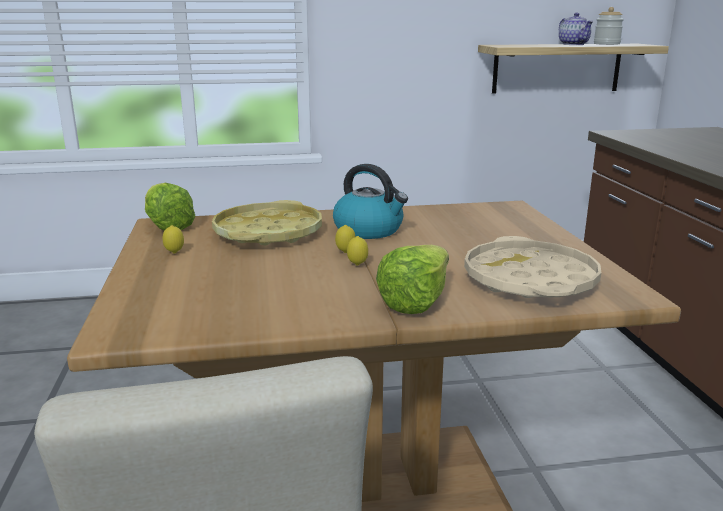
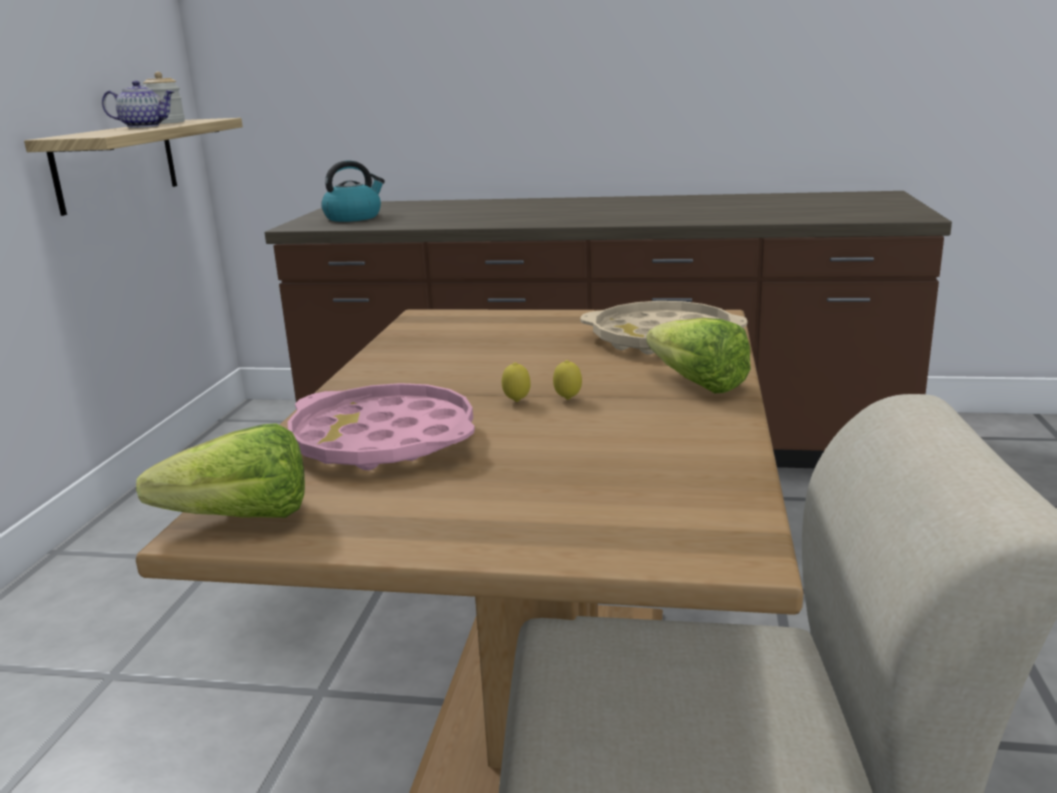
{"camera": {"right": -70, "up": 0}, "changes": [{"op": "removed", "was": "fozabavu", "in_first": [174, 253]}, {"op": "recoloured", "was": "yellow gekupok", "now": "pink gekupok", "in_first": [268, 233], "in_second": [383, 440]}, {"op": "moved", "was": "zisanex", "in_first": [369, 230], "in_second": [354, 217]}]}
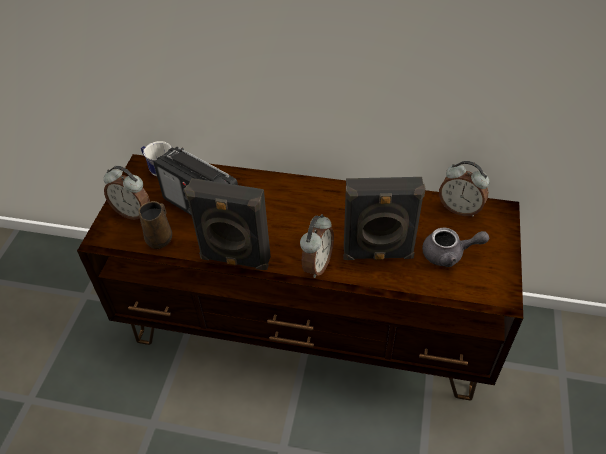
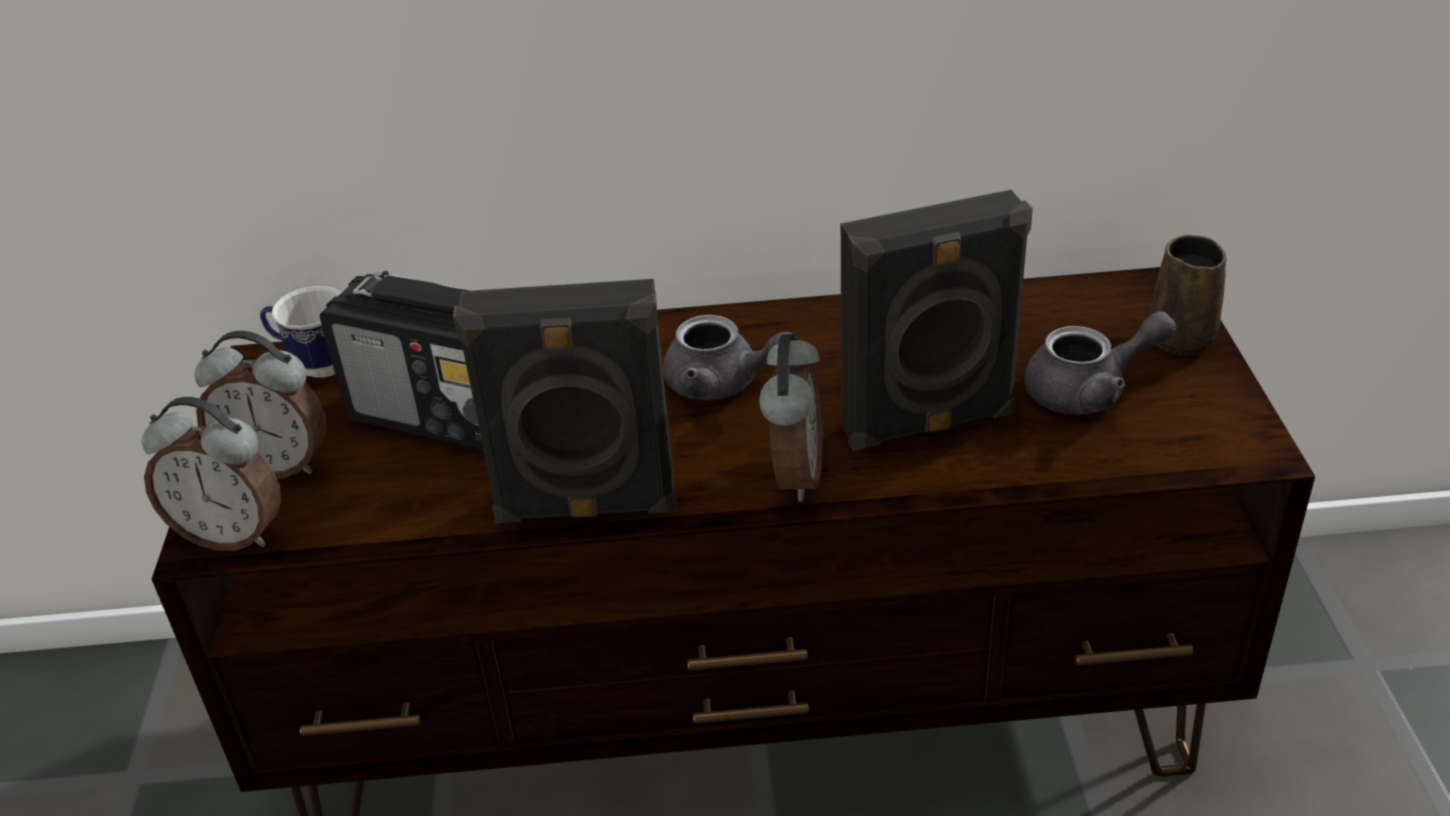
{"camera": {"right": -15, "up": -10}, "changes": [{"op": "moved", "was": "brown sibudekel", "in_first": [160, 238], "in_second": [1179, 336]}, {"op": "moved", "was": "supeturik", "in_first": [460, 208], "in_second": [232, 534]}, {"op": "added", "now": "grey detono", "in_second": [724, 384]}]}
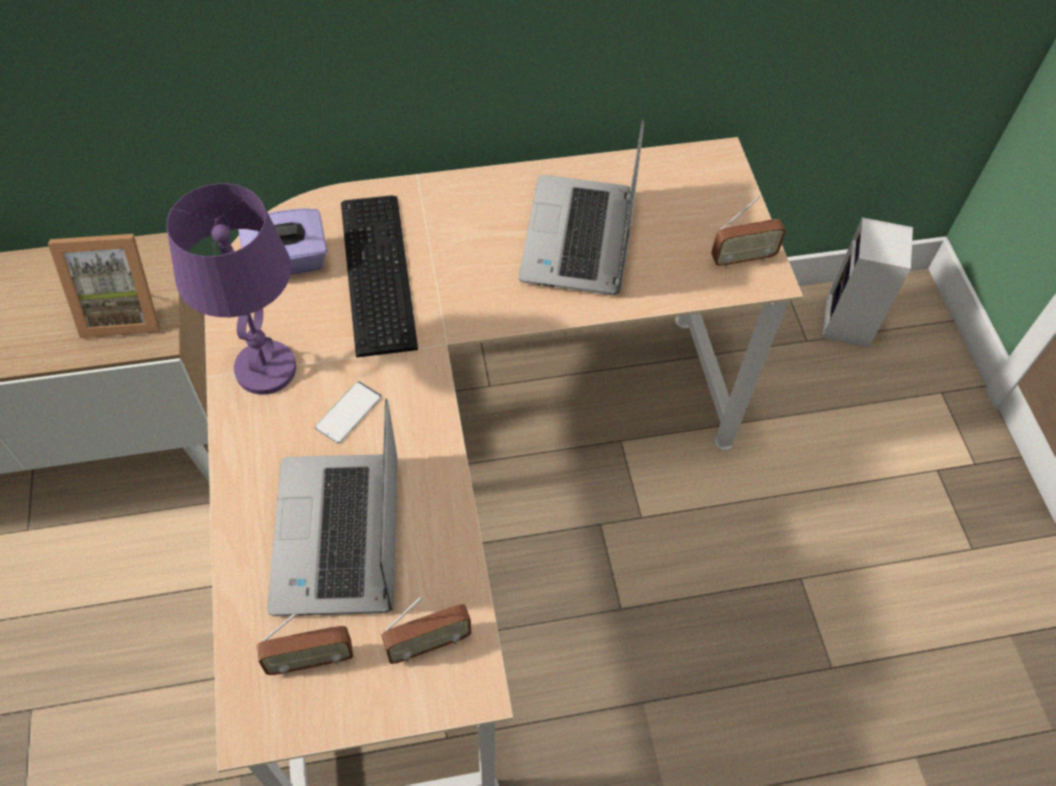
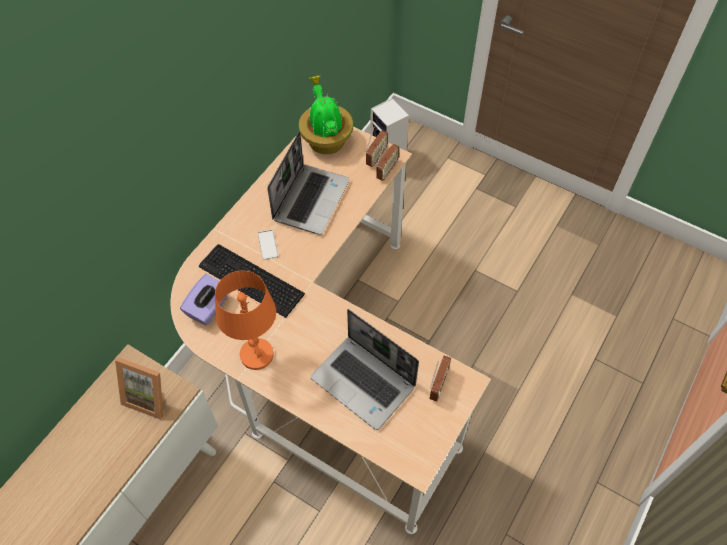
{"camera": {"right": -45, "up": 0}, "changes": [{"op": "turned", "was": "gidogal", "in_first": [122, 310], "in_second": [150, 396], "clockwise": 75}, {"op": "recoloured", "was": "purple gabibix", "now": "orange gabibix", "in_first": [265, 368], "in_second": [256, 354]}, {"op": "moved", "was": "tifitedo", "in_first": [310, 660], "in_second": [387, 170]}, {"op": "moved", "was": "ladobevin", "in_first": [348, 412], "in_second": [268, 245]}, {"op": "turned", "was": "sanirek", "in_first": [580, 239], "in_second": [310, 199], "clockwise": -120}, {"op": "added", "now": "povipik", "in_second": [326, 140]}]}
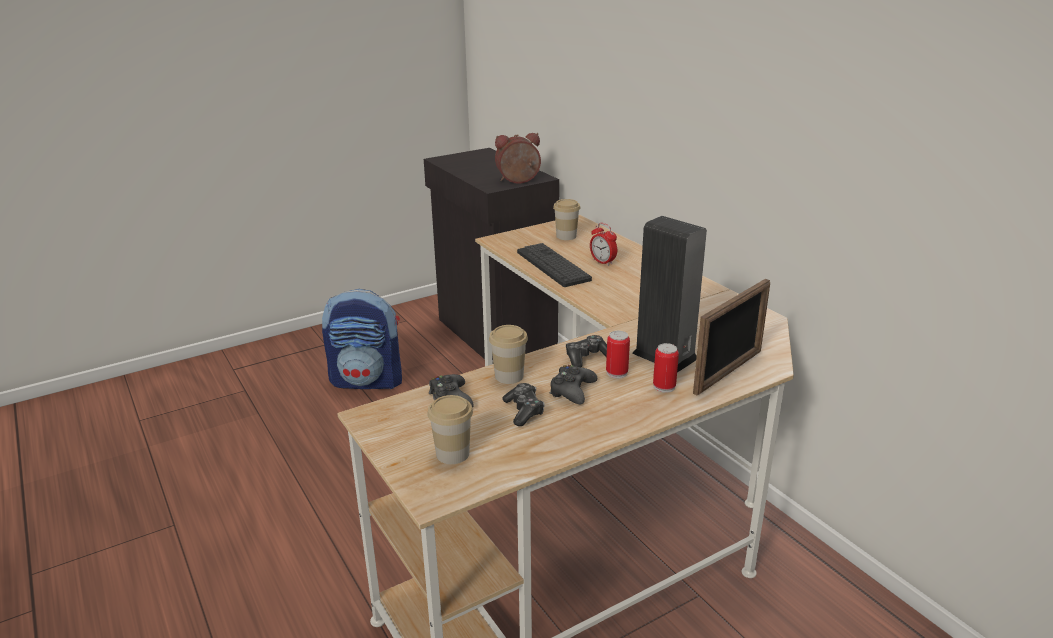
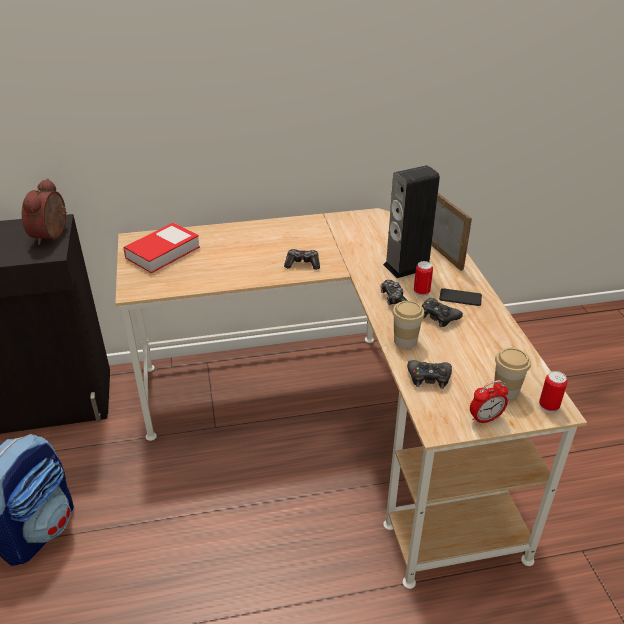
{"camera": {"right": -70, "up": 10}, "changes": [{"op": "moved", "was": "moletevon", "in_first": [524, 411], "in_second": [302, 264]}, {"op": "removed", "was": "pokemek", "in_first": [553, 266]}, {"op": "replaced", "was": "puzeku", "now": "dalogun", "in_first": [566, 236], "in_second": [163, 252]}, {"op": "moved", "was": "supeturik", "in_first": [603, 262], "in_second": [485, 419]}, {"op": "moved", "was": "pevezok", "in_first": [664, 386], "in_second": [548, 406]}, {"op": "added", "now": "ladobevin", "in_second": [460, 297]}]}
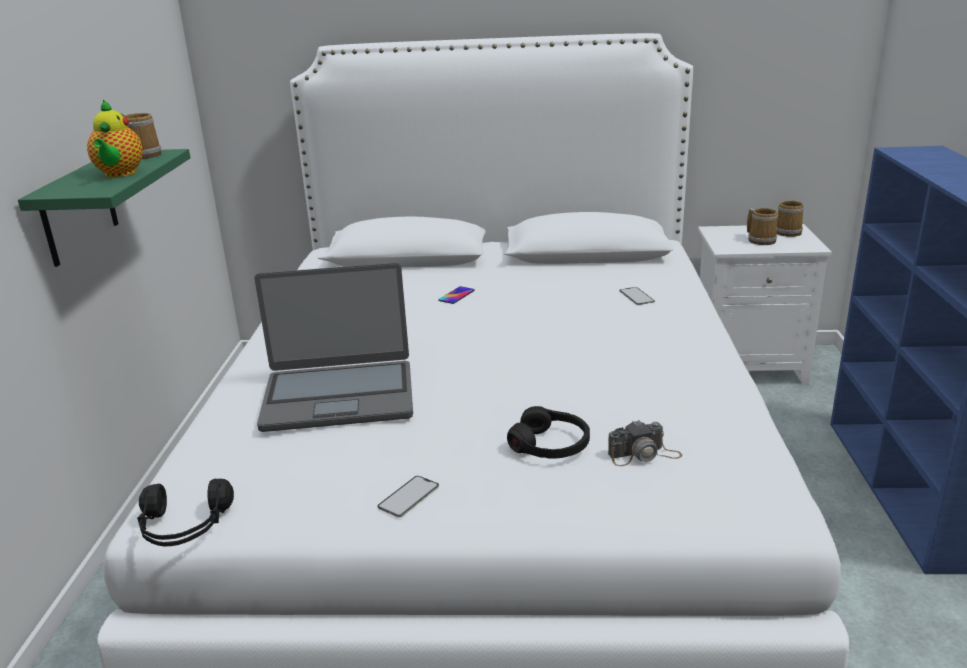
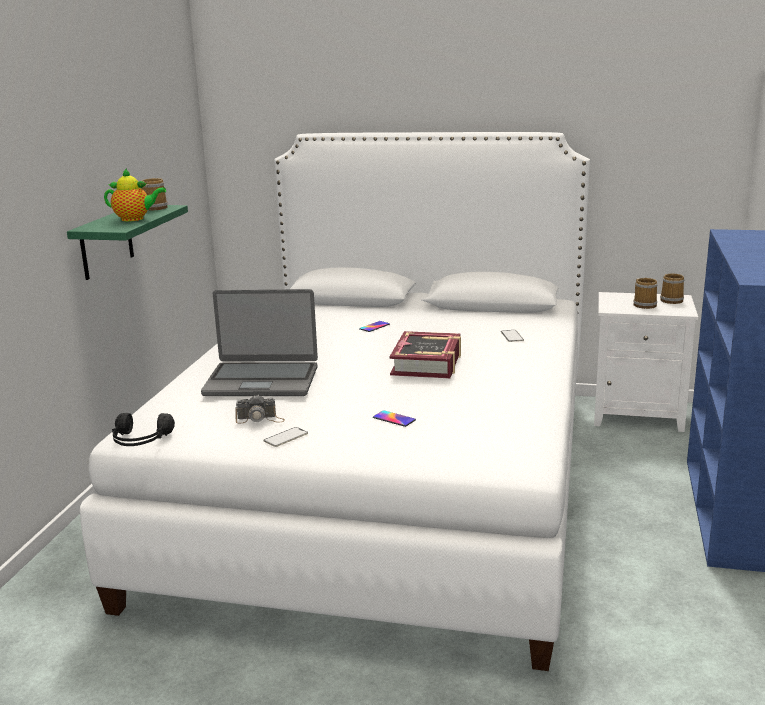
{"camera": {"right": 10, "up": -5}, "changes": [{"op": "turned", "was": "detono", "in_first": [119, 174], "in_second": [135, 219], "clockwise": -90}, {"op": "replaced", "was": "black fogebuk", "now": "ladobevin", "in_first": [550, 445], "in_second": [394, 419]}, {"op": "moved", "was": "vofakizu", "in_first": [644, 455], "in_second": [260, 419]}, {"op": "added", "now": "dalogun", "in_second": [427, 363]}]}
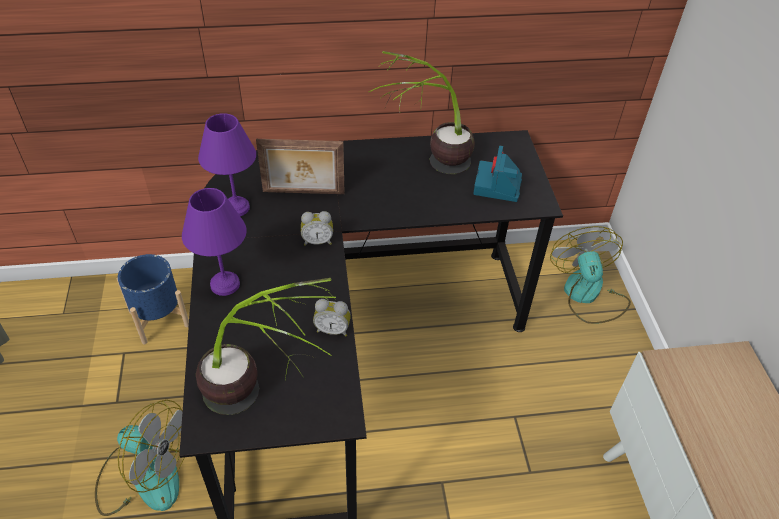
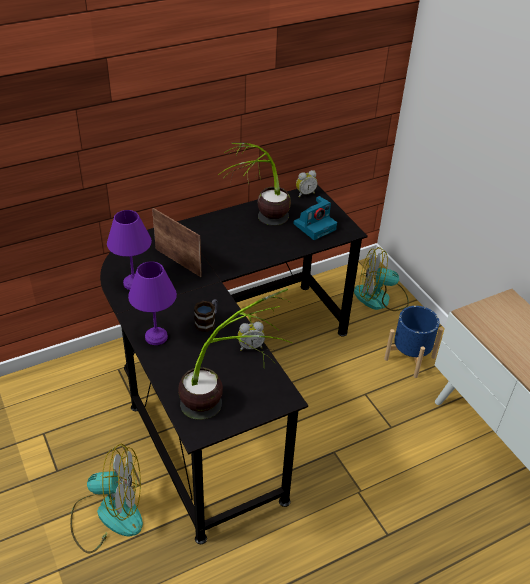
{"camera": {"right": -20, "up": -5}, "changes": [{"op": "moved", "was": "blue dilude", "in_first": [159, 318], "in_second": [410, 358]}, {"op": "turned", "was": "gidogal", "in_first": [303, 193], "in_second": [179, 262], "clockwise": -120}, {"op": "moved", "was": "supeturik", "in_first": [317, 241], "in_second": [305, 193]}, {"op": "turned", "was": "vofakizu", "in_first": [497, 186], "in_second": [315, 226], "clockwise": -120}, {"op": "turned", "was": "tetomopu", "in_first": [587, 295], "in_second": [380, 298], "clockwise": -60}, {"op": "added", "now": "sibudekel", "in_second": [207, 322]}]}
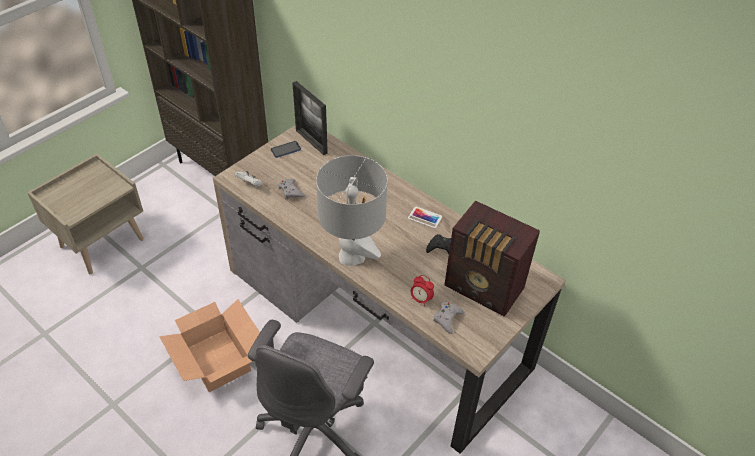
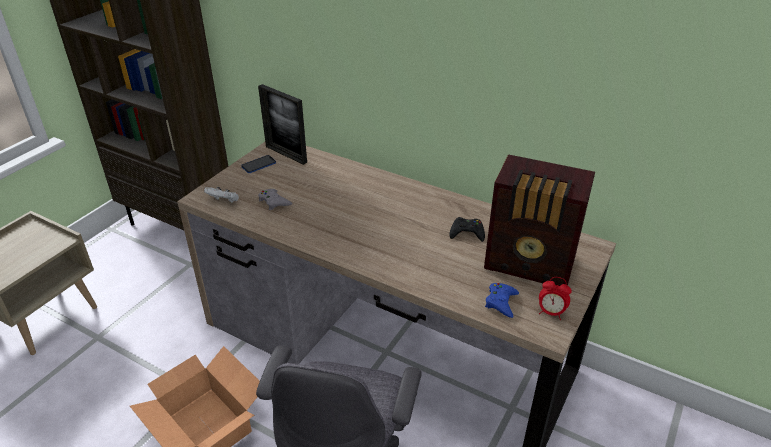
{"camera": {"right": -10, "up": -10}, "changes": [{"op": "removed", "was": "grey gabibix", "in_first": [352, 256]}, {"op": "removed", "was": "ladobevin", "in_first": [425, 217]}, {"op": "moved", "was": "supeturik", "in_first": [420, 300], "in_second": [551, 313]}, {"op": "recoloured", "was": "grey moletevon", "now": "blue moletevon", "in_first": [447, 318], "in_second": [501, 302]}]}
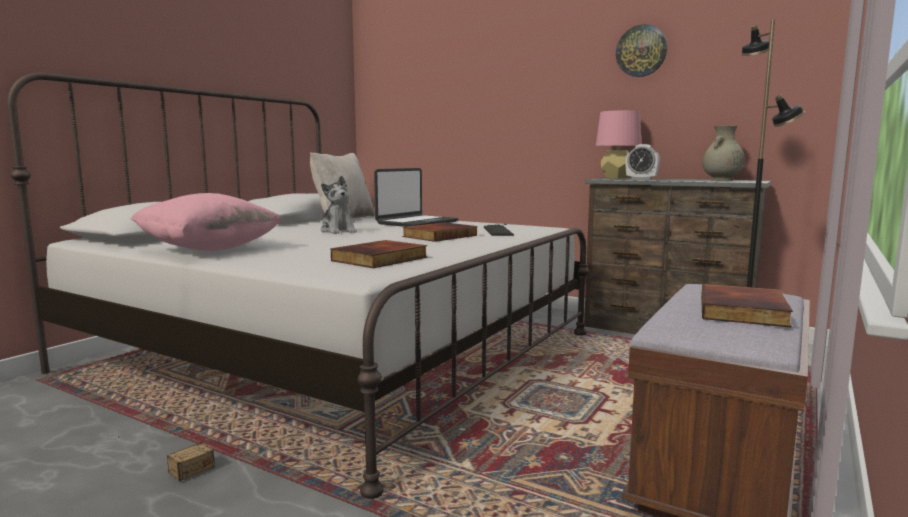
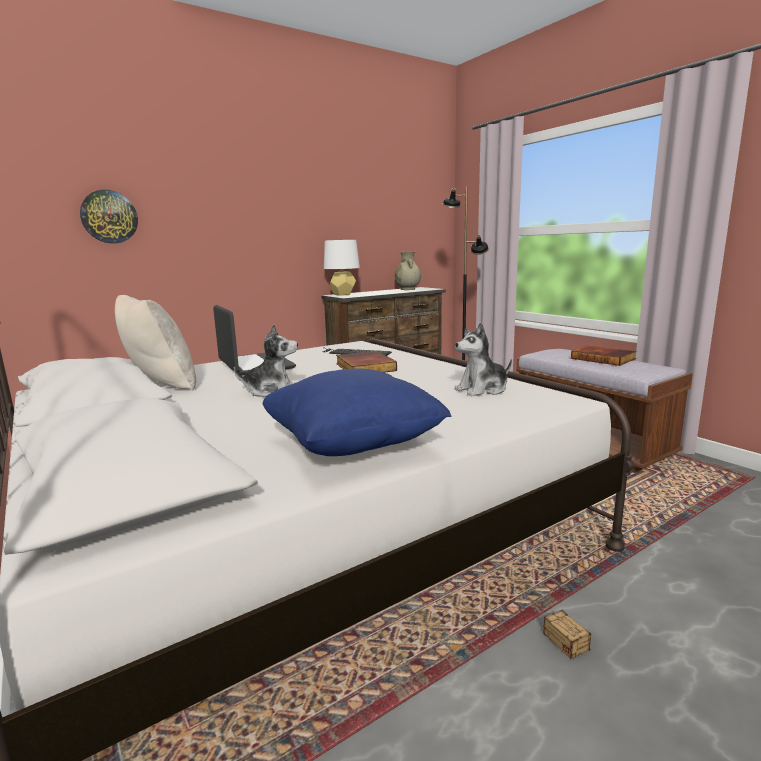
{"camera": {"right": -65, "up": 5}, "changes": [{"op": "recoloured", "was": "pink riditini", "now": "blue riditini", "in_first": [209, 250], "in_second": [352, 446]}, {"op": "replaced", "was": "dalogun", "now": "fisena", "in_first": [380, 259], "in_second": [482, 390]}, {"op": "recoloured", "was": "pink gabibix", "now": "white gabibix", "in_first": [616, 178], "in_second": [342, 294]}, {"op": "moved", "was": "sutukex", "in_first": [641, 51], "in_second": [109, 217]}, {"op": "removed", "was": "supeturik", "in_first": [641, 179]}]}
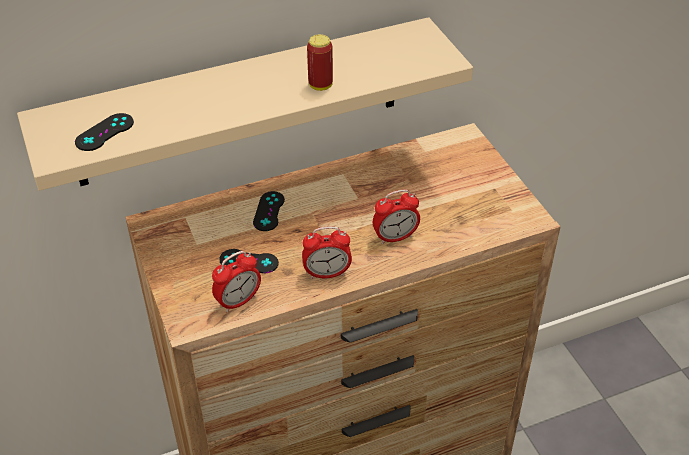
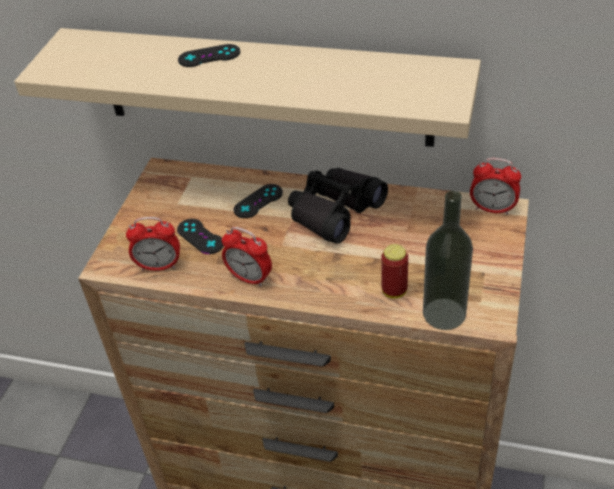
{"camera": {"right": 40, "up": 0}, "changes": [{"op": "moved", "was": "black moletevon", "in_first": [104, 132], "in_second": [209, 56]}, {"op": "moved", "was": "pevezok", "in_first": [320, 85], "in_second": [394, 291]}, {"op": "moved", "was": "supeturik", "in_first": [395, 237], "in_second": [492, 209]}, {"op": "added", "now": "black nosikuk", "in_second": [334, 211]}, {"op": "added", "now": "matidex", "in_second": [444, 314]}]}
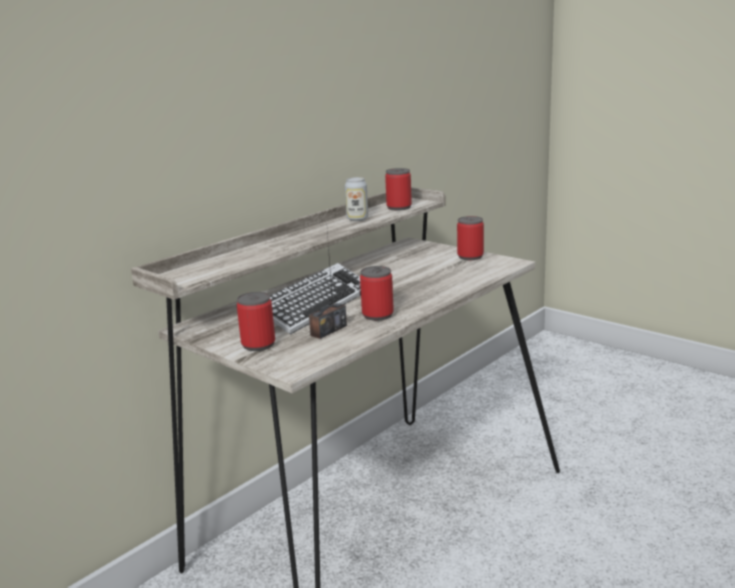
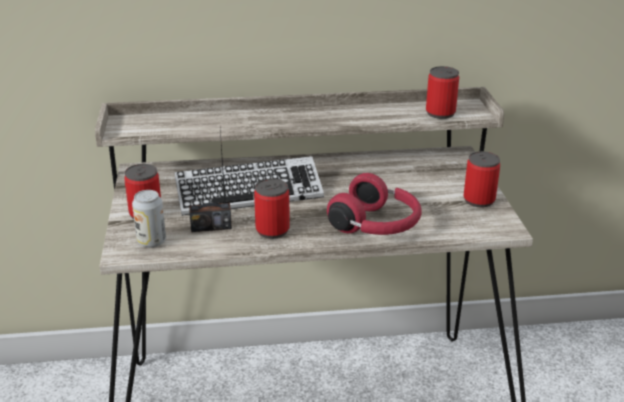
{"camera": {"right": 40, "up": 10}, "changes": [{"op": "moved", "was": "pevezok", "in_first": [357, 219], "in_second": [151, 241]}, {"op": "added", "now": "red fogebuk", "in_second": [376, 225]}]}
